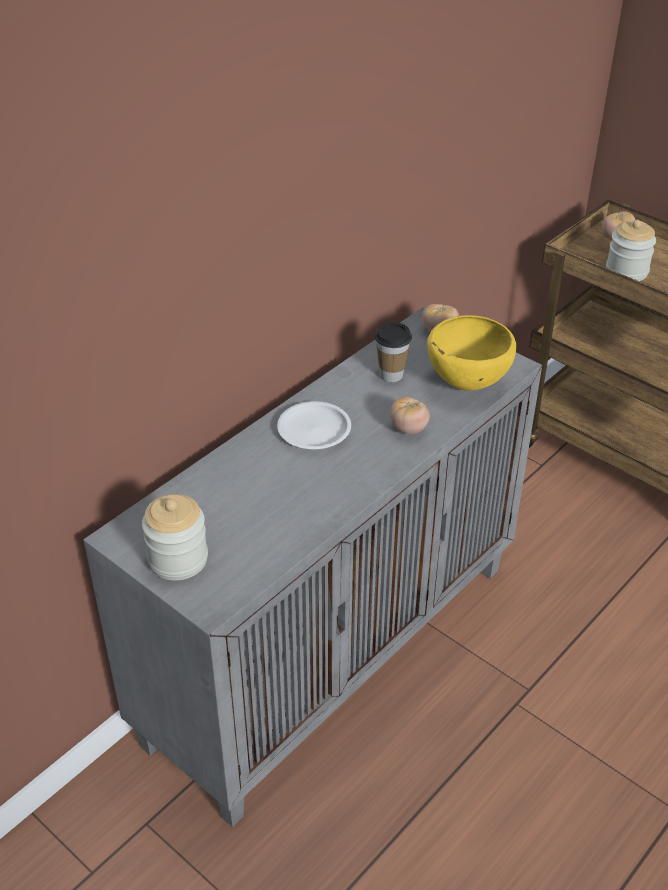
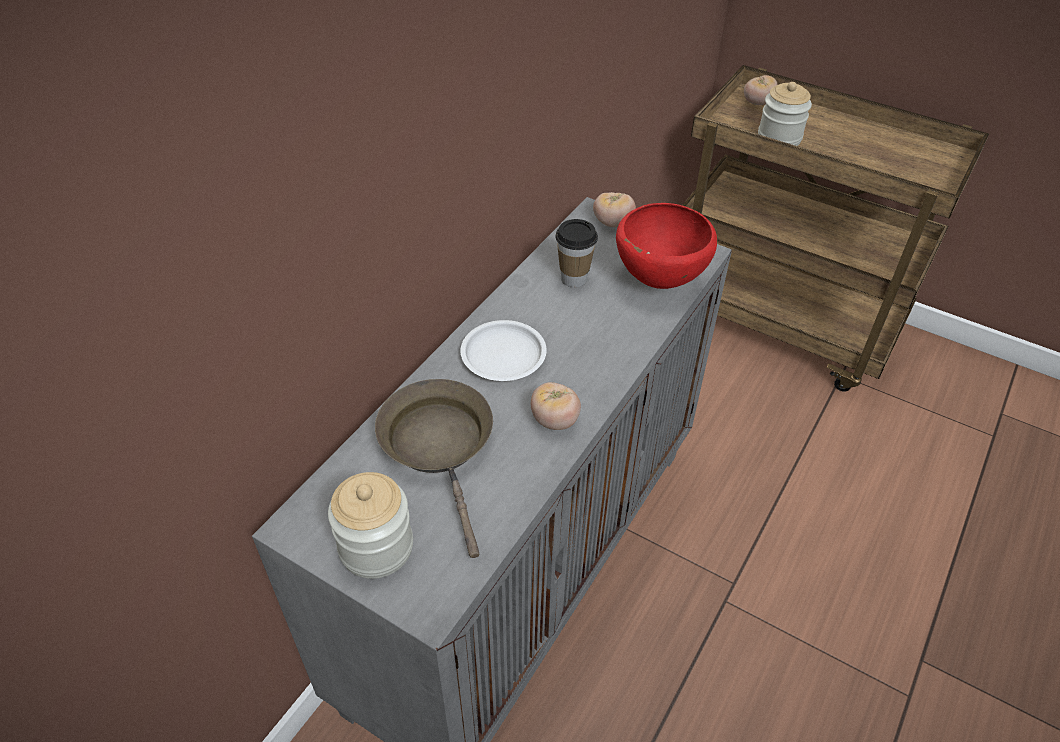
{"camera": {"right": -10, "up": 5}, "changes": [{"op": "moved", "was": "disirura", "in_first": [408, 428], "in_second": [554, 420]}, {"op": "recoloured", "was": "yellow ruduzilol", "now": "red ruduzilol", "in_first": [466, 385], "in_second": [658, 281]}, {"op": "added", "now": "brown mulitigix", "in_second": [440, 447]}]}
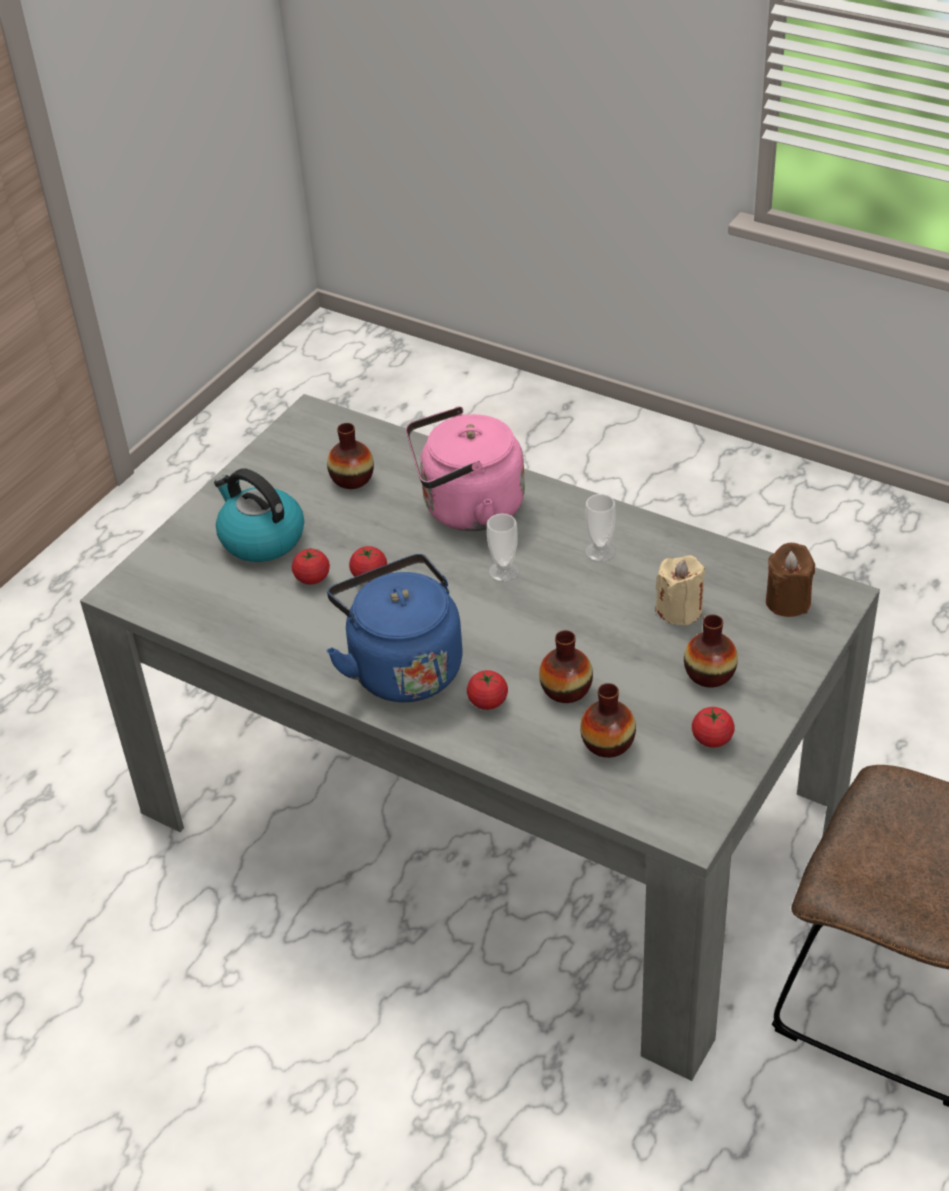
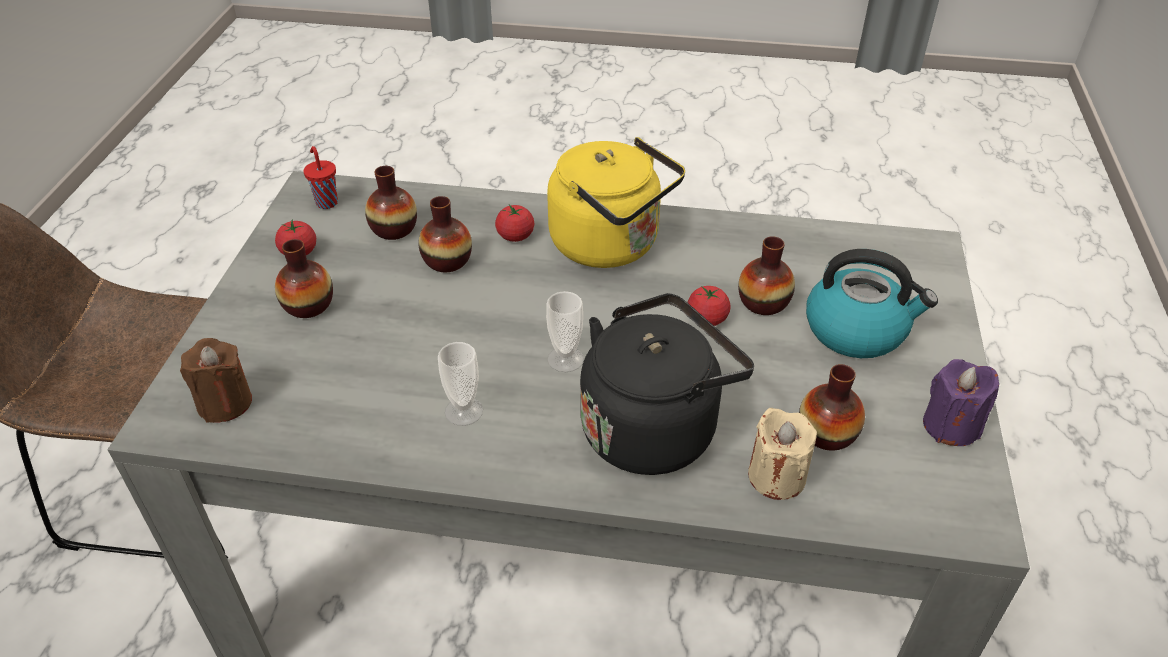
{"camera": {"right": 155, "up": 0}, "changes": [{"op": "replaced", "was": "disirura", "now": "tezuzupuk", "in_first": [312, 578], "in_second": [763, 302]}, {"op": "recoloured", "was": "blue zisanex", "now": "yellow zisanex", "in_first": [402, 666], "in_second": [611, 245]}, {"op": "recoloured", "was": "pink zisanex", "now": "black zisanex", "in_first": [467, 509], "in_second": [654, 427]}, {"op": "moved", "was": "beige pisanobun", "in_first": [679, 610], "in_second": [776, 476]}, {"op": "added", "now": "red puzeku", "in_second": [326, 202]}, {"op": "added", "now": "purple pisanobun", "in_second": [950, 426]}]}
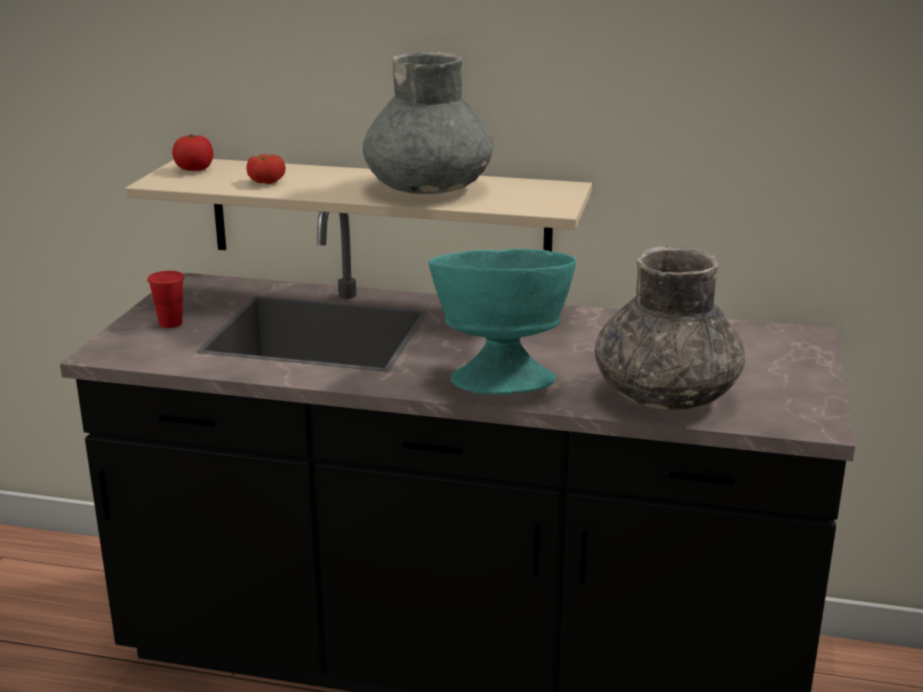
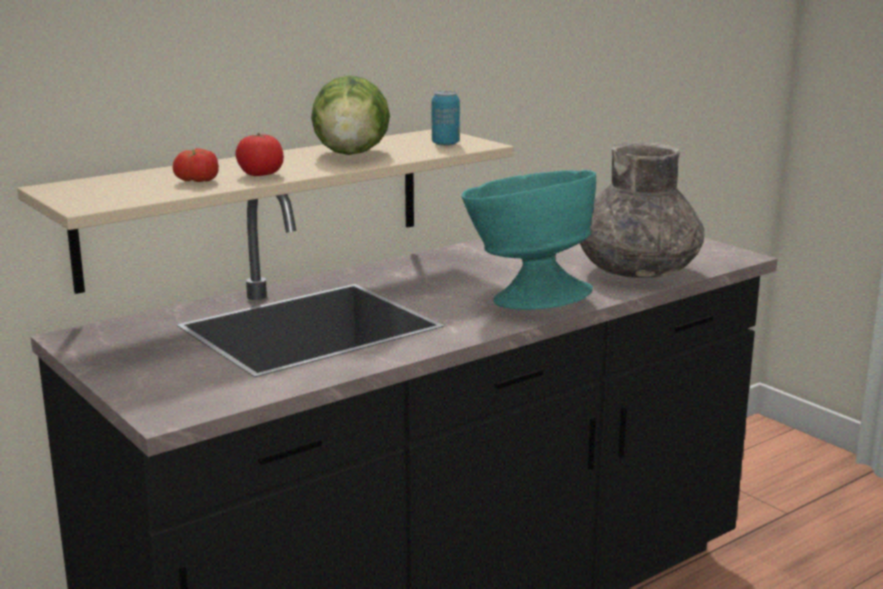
{"camera": {"right": -50, "up": -5}, "changes": [{"op": "removed", "was": "red puzeku", "in_first": [170, 323]}, {"op": "moved", "was": "disirura", "in_first": [194, 169], "in_second": [261, 175]}, {"op": "replaced", "was": "grey tezuzupuk", "now": "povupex", "in_first": [429, 189], "in_second": [351, 154]}, {"op": "added", "now": "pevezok", "in_second": [445, 144]}]}
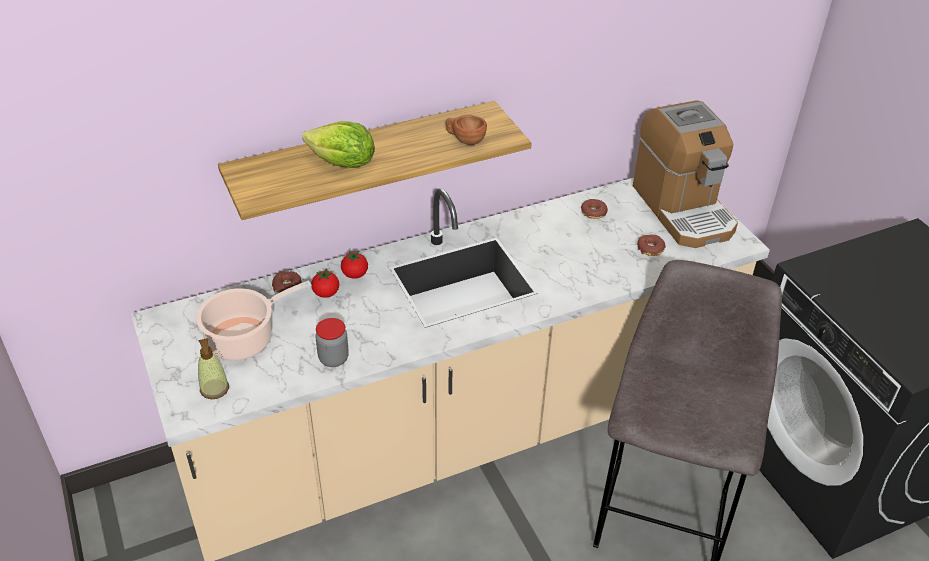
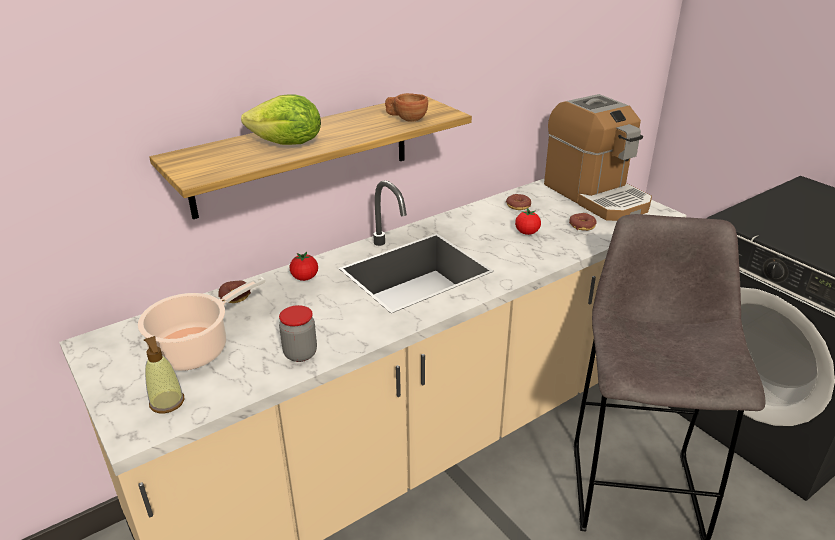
{"camera": {"right": -10, "up": -10}, "changes": [{"op": "moved", "was": "disirura", "in_first": [326, 293], "in_second": [527, 232]}]}
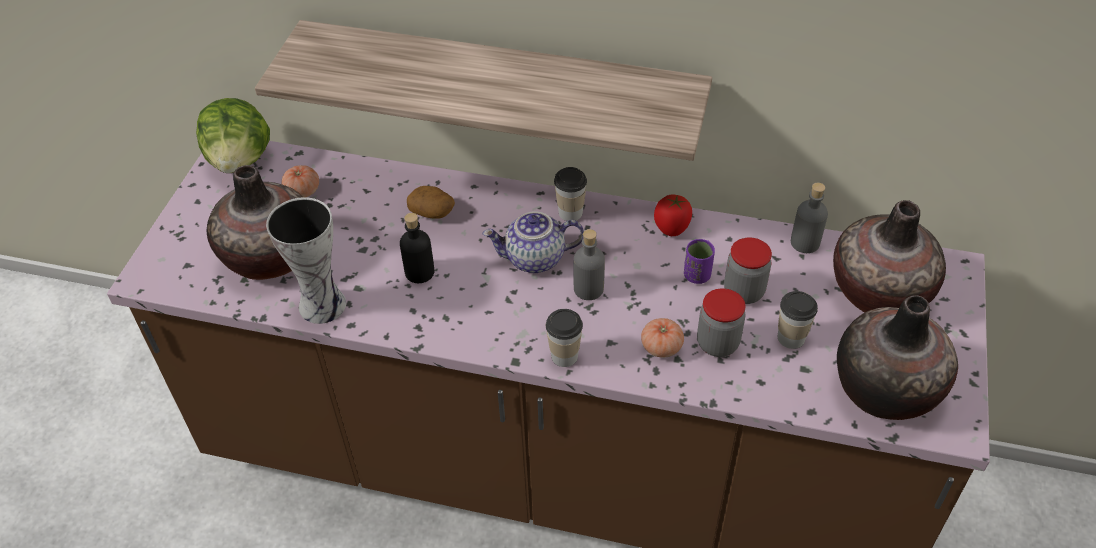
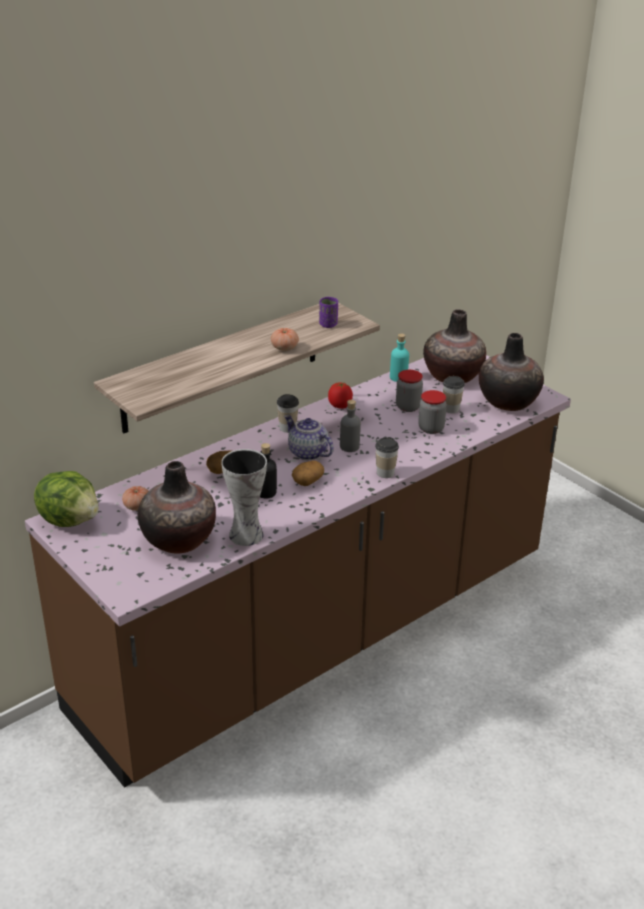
{"camera": {"right": -55, "up": -15}, "changes": [{"op": "turned", "was": "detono", "in_first": [534, 259], "in_second": [307, 453], "clockwise": 105}, {"op": "moved", "was": "disirura", "in_first": [661, 347], "in_second": [284, 348]}, {"op": "moved", "was": "purple puzeku", "in_first": [697, 275], "in_second": [328, 324]}, {"op": "recoloured", "was": "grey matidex", "now": "turquoise matidex", "in_first": [805, 243], "in_second": [398, 377]}, {"op": "added", "now": "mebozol", "in_second": [308, 480]}]}
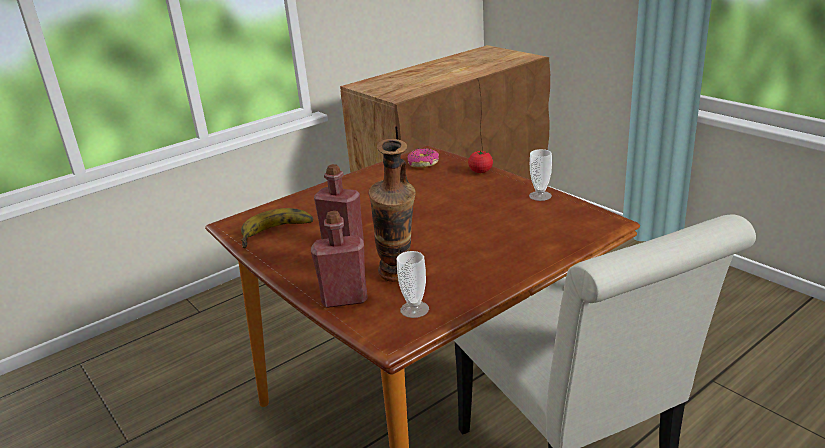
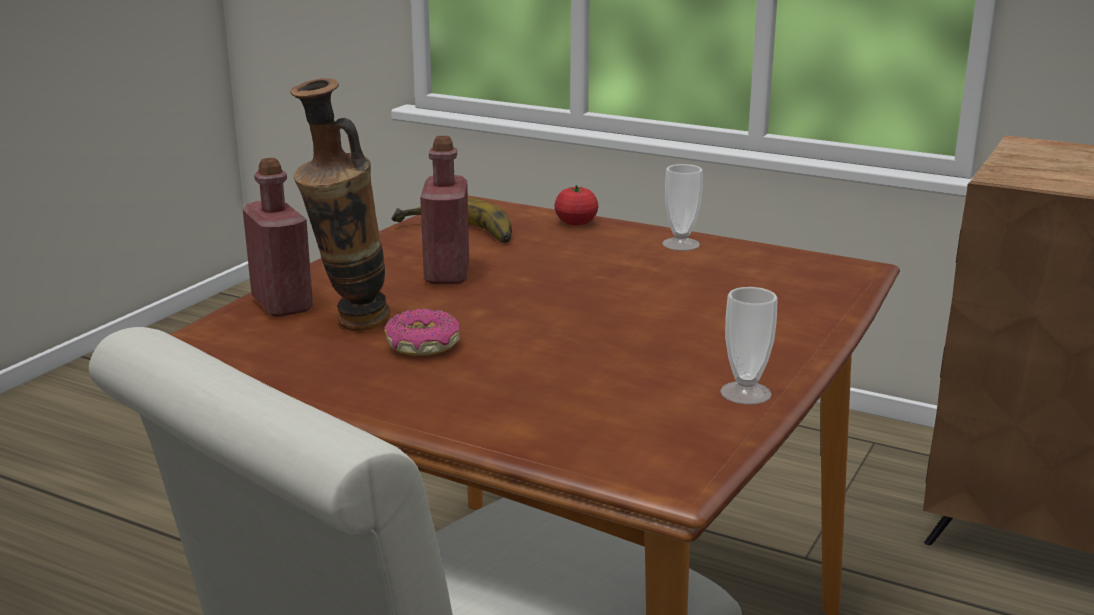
{"camera": {"right": 65, "up": -5}, "changes": [{"op": "moved", "was": "puzeku", "in_first": [414, 309], "in_second": [681, 244]}, {"op": "moved", "was": "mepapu", "in_first": [423, 163], "in_second": [422, 345]}, {"op": "moved", "was": "disirura", "in_first": [480, 171], "in_second": [576, 223]}]}
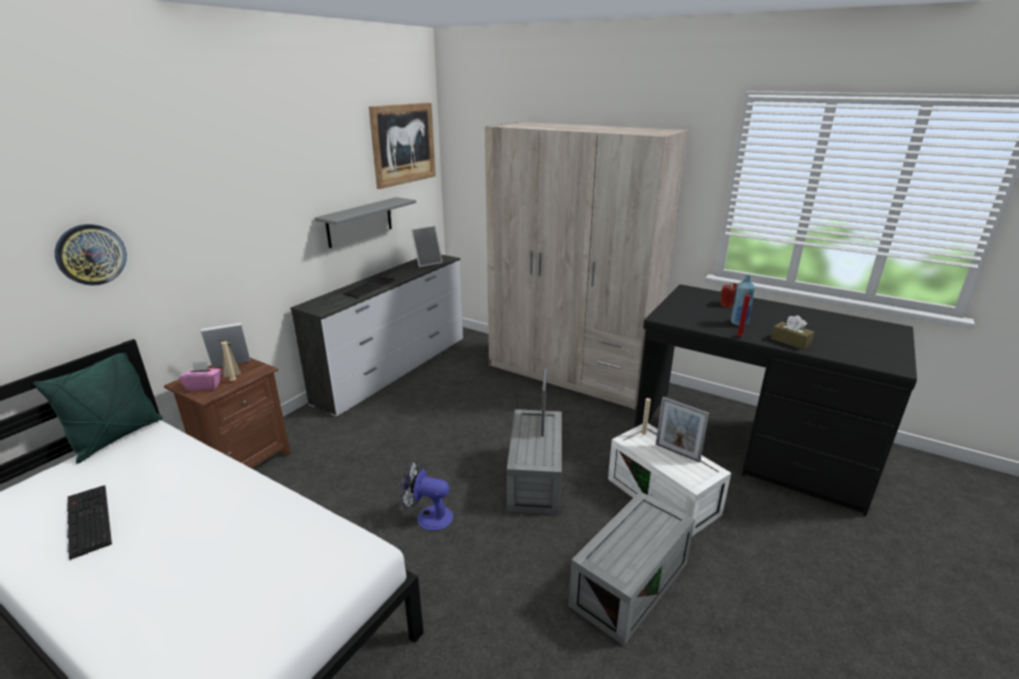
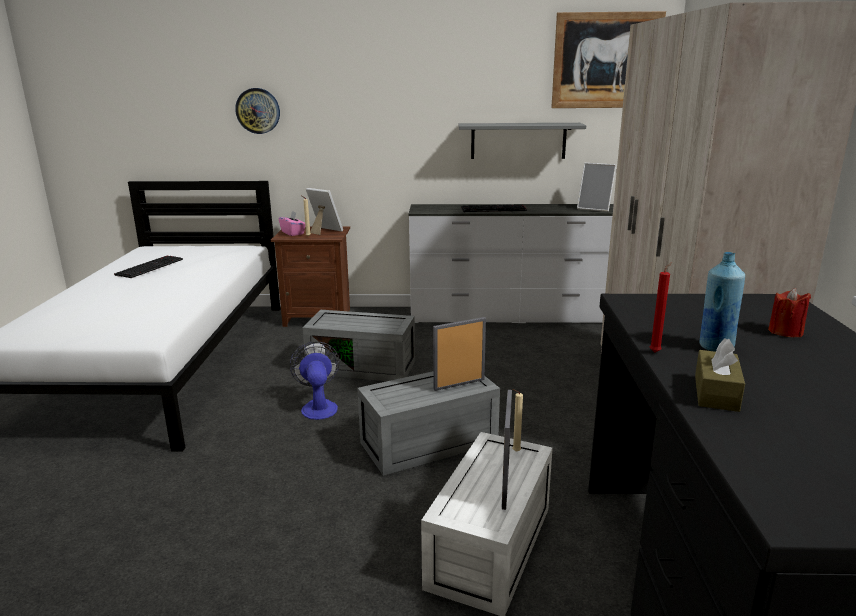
{"camera": {"right": 60, "up": -5}, "changes": [{"op": "removed", "was": "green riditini", "in_first": [116, 437]}, {"op": "moved", "was": "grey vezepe", "in_first": [629, 582], "in_second": [363, 366]}]}
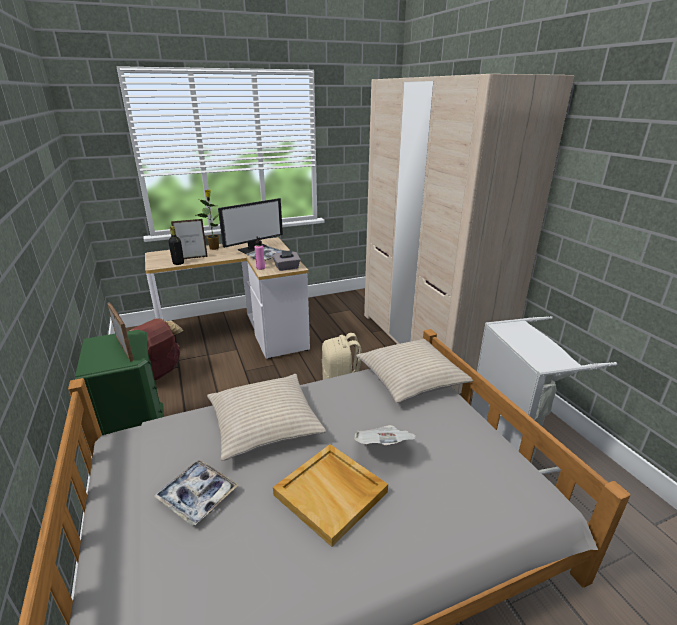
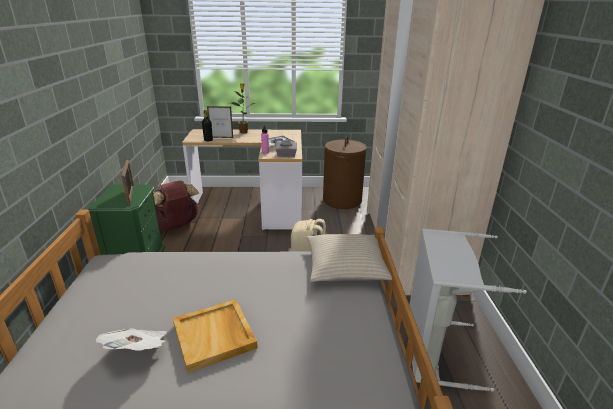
{"camera": {"right": 20, "up": 0}, "changes": [{"op": "removed", "was": "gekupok", "in_first": [197, 496]}, {"op": "removed", "was": "beige riditini", "in_first": [264, 424]}, {"op": "removed", "was": "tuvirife", "in_first": [254, 248]}, {"op": "moved", "was": "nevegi", "in_first": [383, 447], "in_second": [138, 350]}, {"op": "added", "now": "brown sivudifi", "in_second": [342, 200]}]}
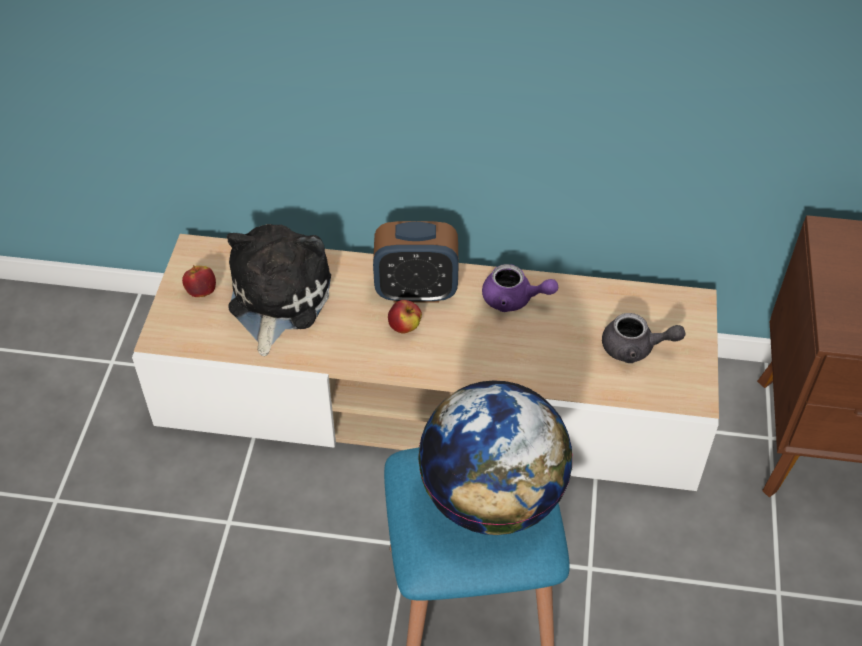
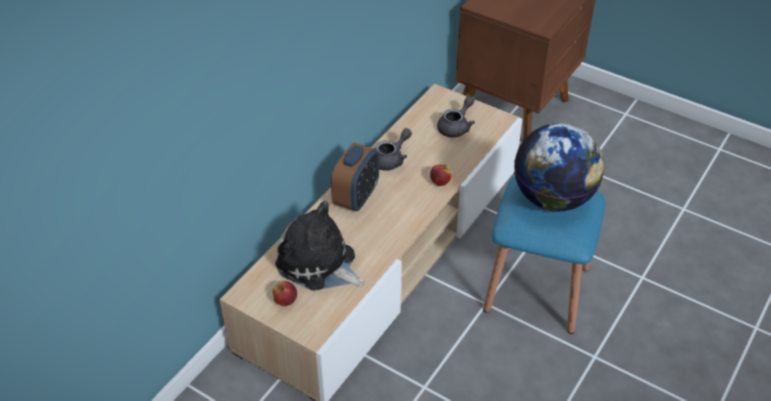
{"camera": {"right": -65, "up": -5}, "changes": [{"op": "moved", "was": "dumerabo", "in_first": [404, 327], "in_second": [440, 182]}, {"op": "recoloured", "was": "purple detono", "now": "grey detono", "in_first": [514, 299], "in_second": [391, 159]}]}
